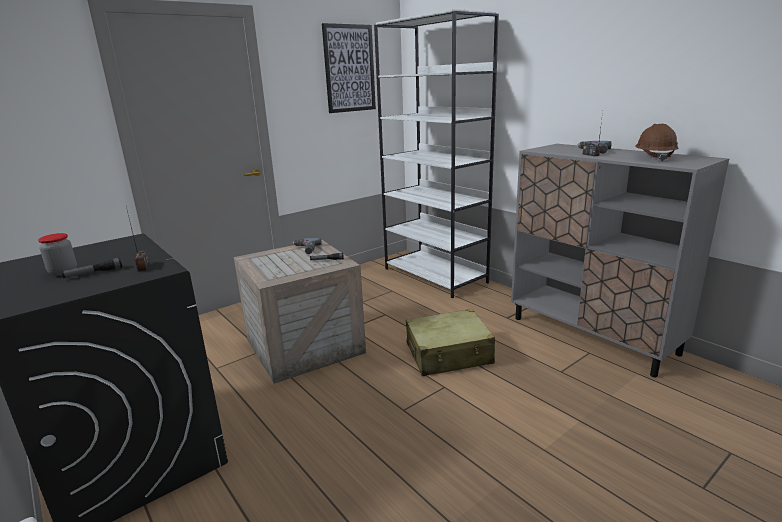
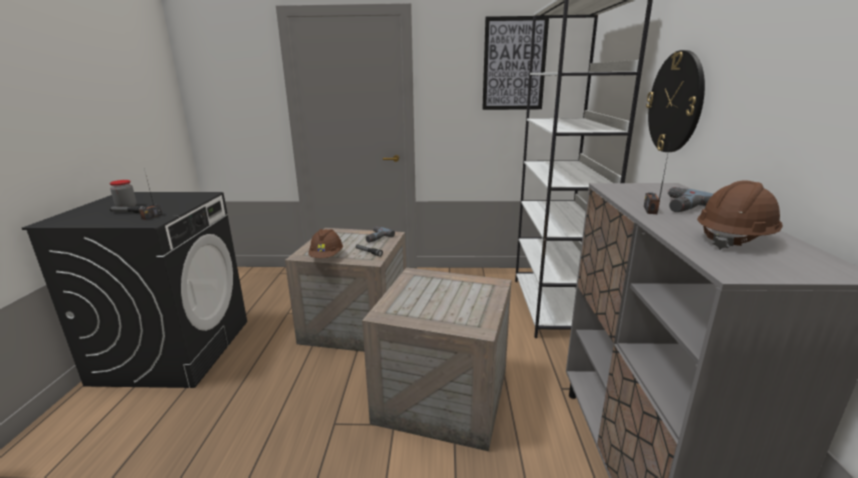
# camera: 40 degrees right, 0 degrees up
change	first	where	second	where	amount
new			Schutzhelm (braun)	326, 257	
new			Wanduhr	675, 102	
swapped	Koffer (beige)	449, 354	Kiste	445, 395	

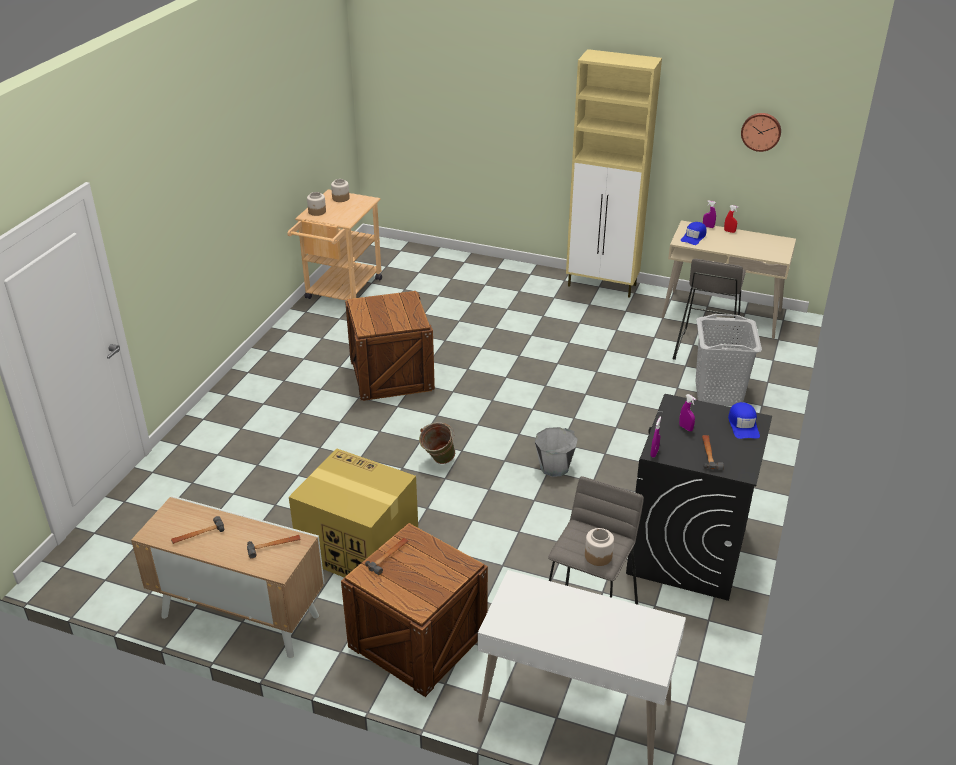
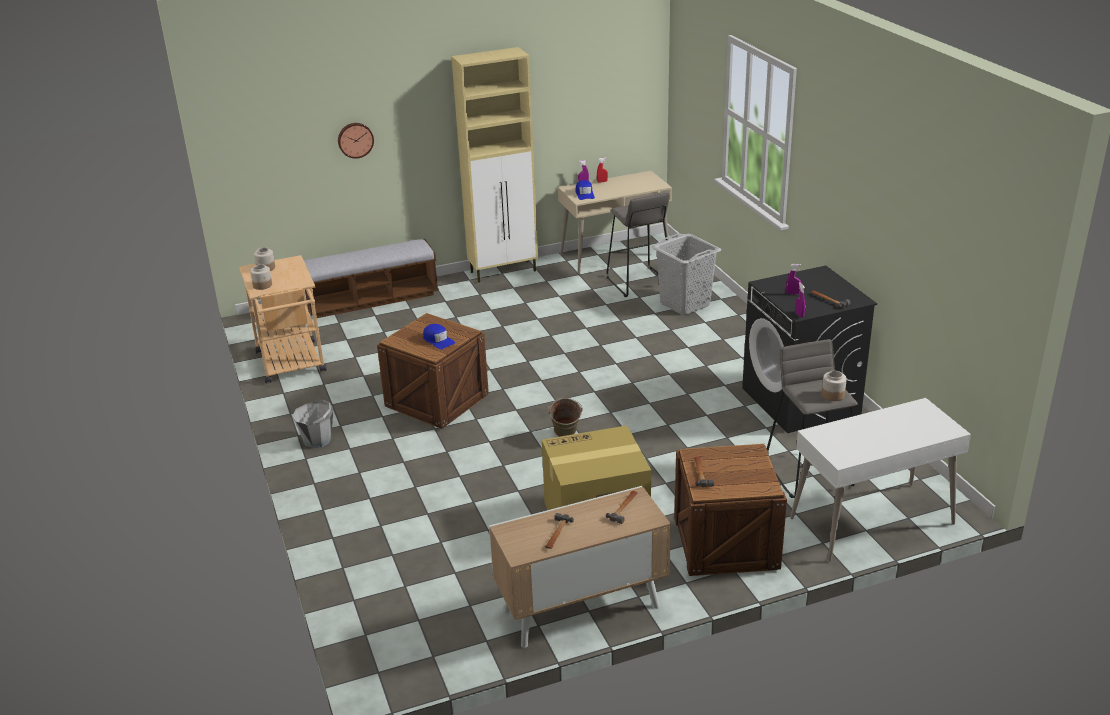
# camera: 40 degrees left, 5 degrees down
change	first	where	second	where	amount
new			Bank	372, 299	
shifted	Eimer (grau)	554, 467		317, 440	
shifted	Kappe (blau)	743, 425		438, 340	
shifted	Wanduhr	761, 131		355, 140	

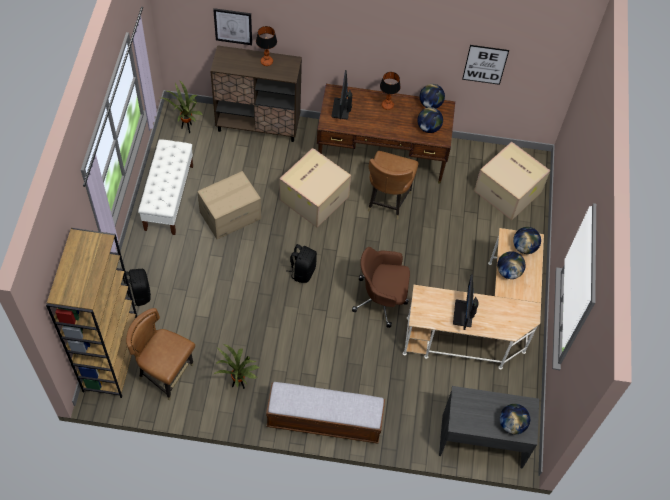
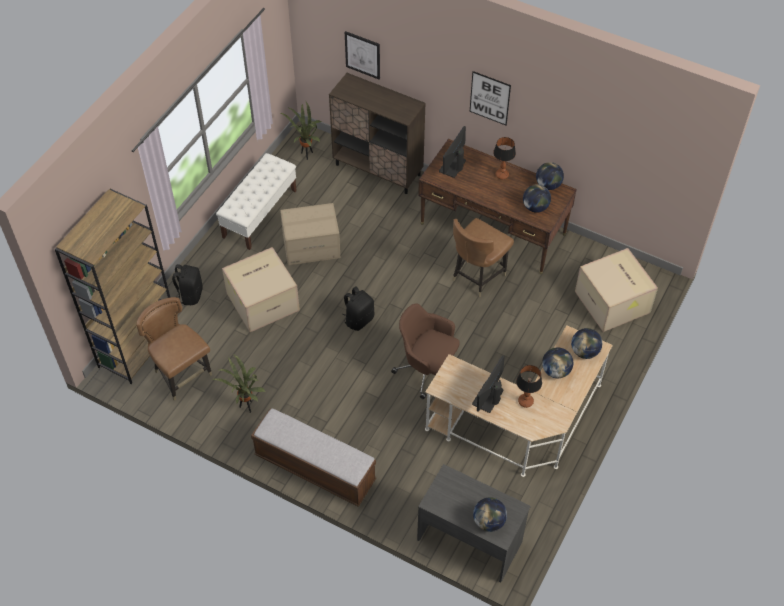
# camera: 25 degrees right, 5 degrees down
change	first	where	second	where	amount
shifted	Tischlampe	266, 62		525, 401	
shifted	Karton	314, 197		263, 300	
shifted	Bild	485, 64		490, 98	

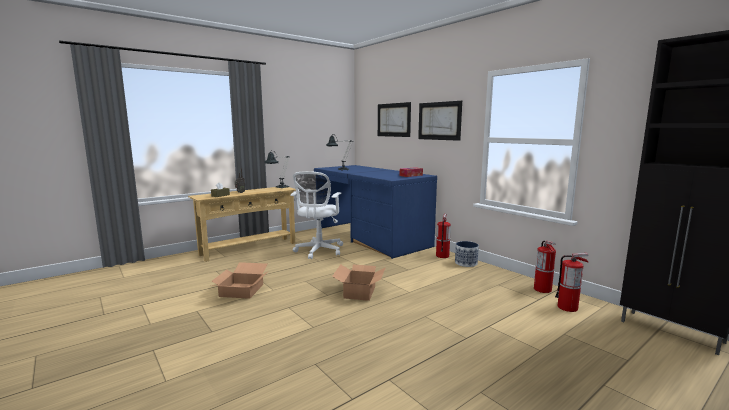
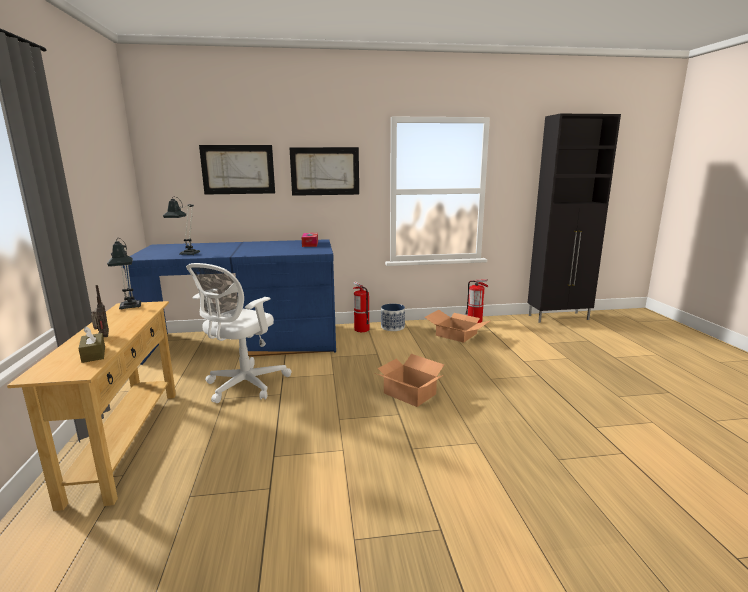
# camera: 60 degrees left, 5 degrees up
change	first	where	second	where	amount
gone	Feuerlöscher	567, 307			
shifted	Karton	242, 290		457, 334	
rotated	Bürostuhl (weiß)	318, 251		243, 386	75 degrees clockwise

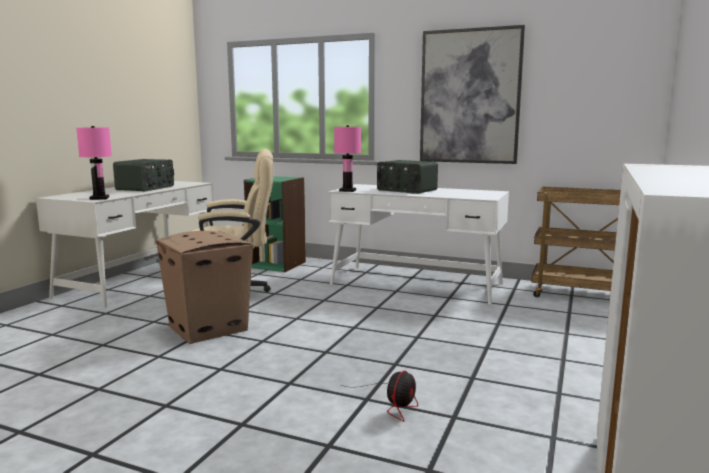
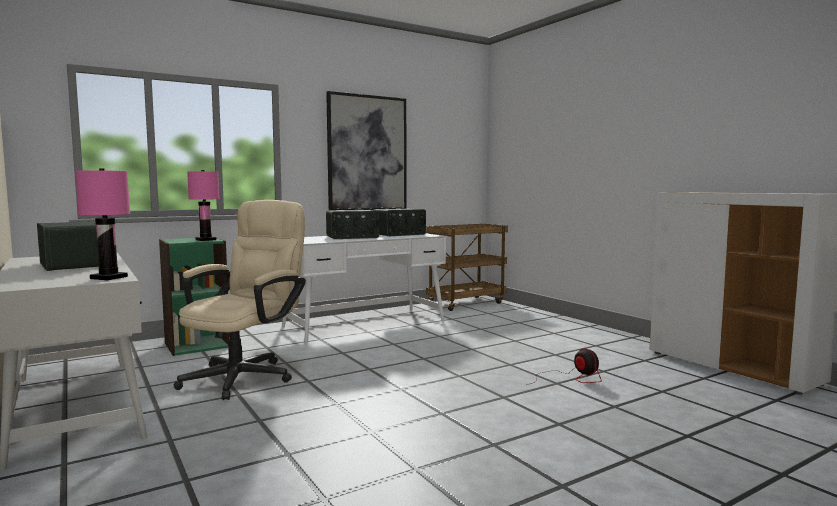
# camera: 55 degrees left, 5 degrees down
change	first	where	second	where	amount
gone	Karton	208, 328			
new			Radio	399, 234	
shifted	Tischlampe (rosa)	347, 190		205, 240	

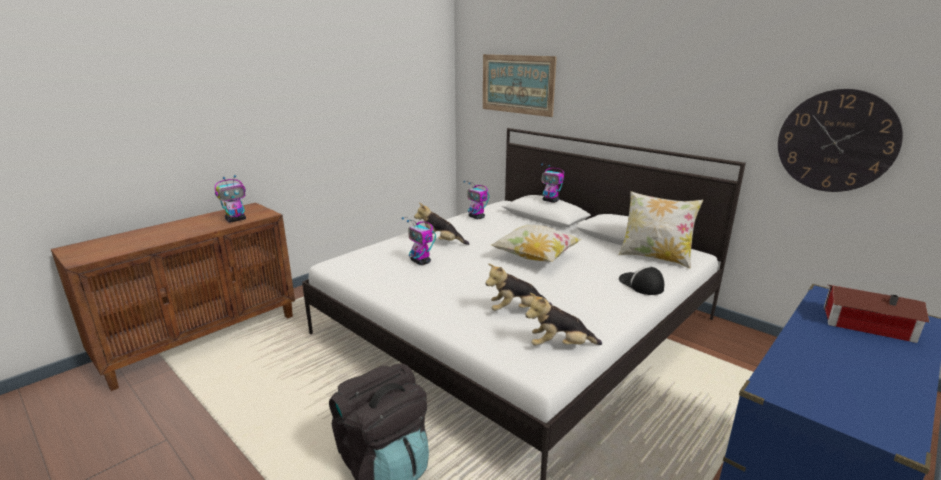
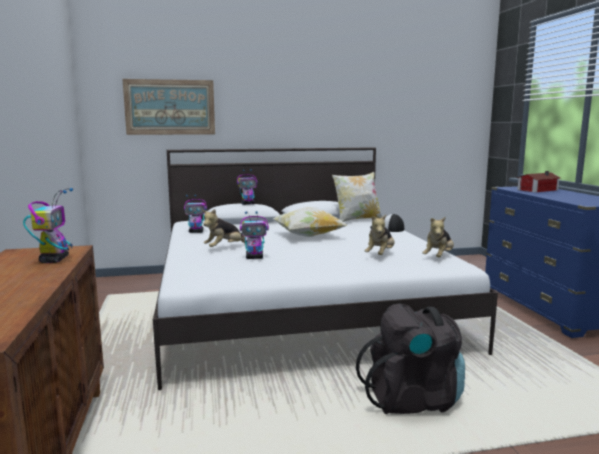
# camera: 55 degrees left, 10 degrees down
change	first	where	second	where	amount
gone	Wanduhr	836, 141			

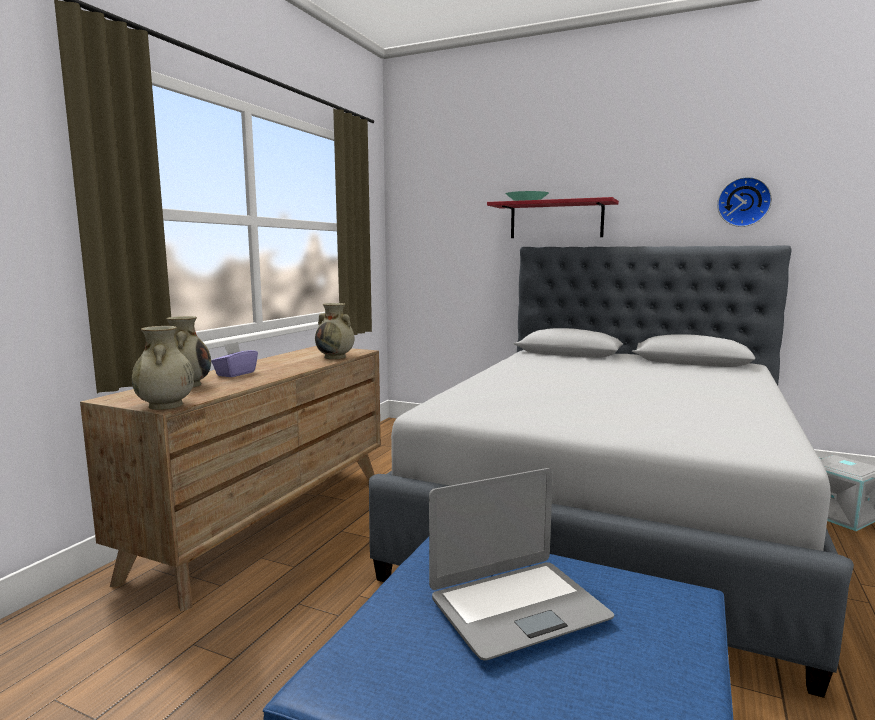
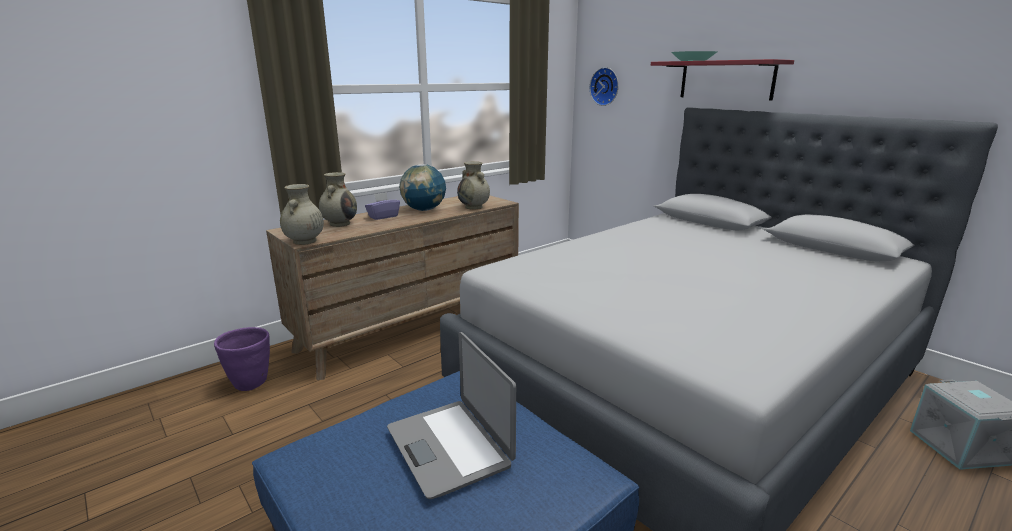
# camera: 25 degrees right, 10 degrees up
change	first	where	second	where	amount
new			Pflanzkübel (lila)	251, 383	
new			Globus	424, 210	
shifted	Wanduhr	743, 202		605, 86	
rotated	Laptop	517, 607		450, 446	60 degrees clockwise

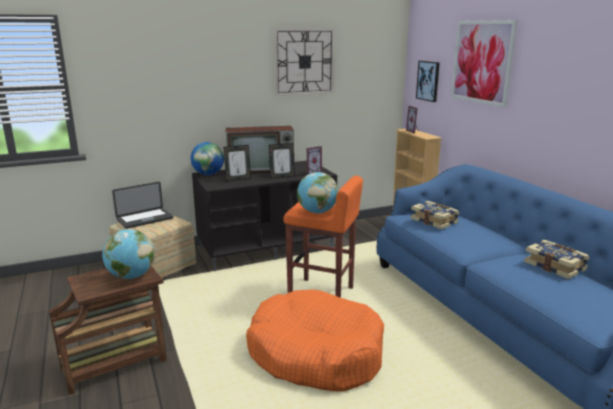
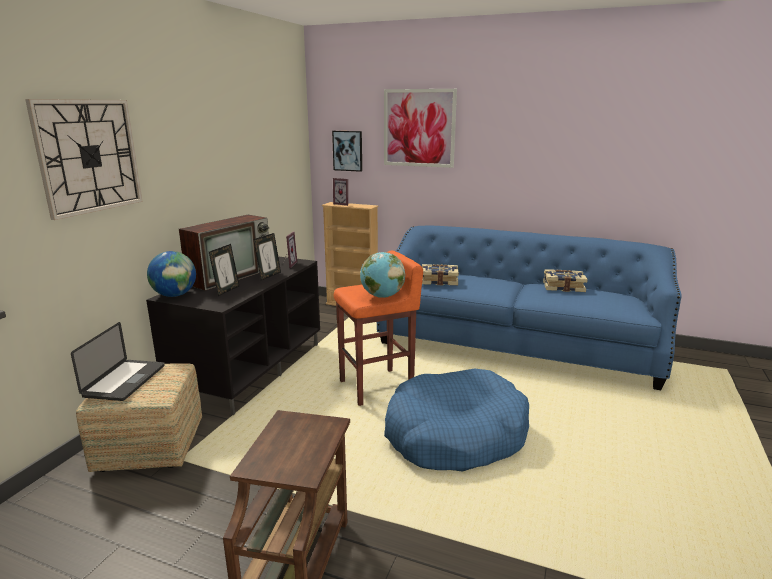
# camera: 45 degrees left, 0 degrees up
change	first	where	second	where	amount
gone	Globus	131, 276			
shifted	Wanduhr	304, 61		89, 156	
repainted	Hundebett (orange)	315, 353	Hundebett (blau)	455, 435	

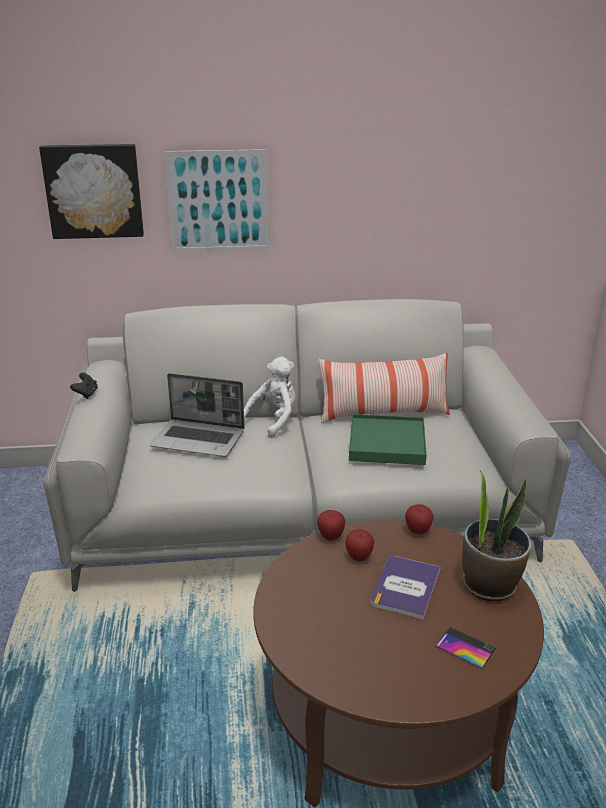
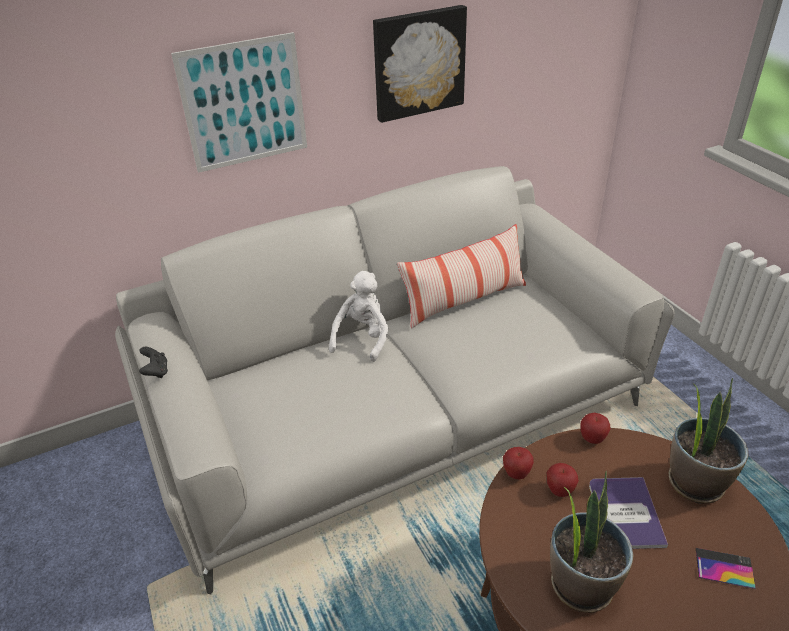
# camera: 20 degrees left, 10 degrees up
change	first	where	second	where	amount
gone	Laptop	199, 439			
gone	Tablett (grün)	387, 443			
new			Topfpflanze	581, 584	
shifted	Bild	94, 191		418, 63	

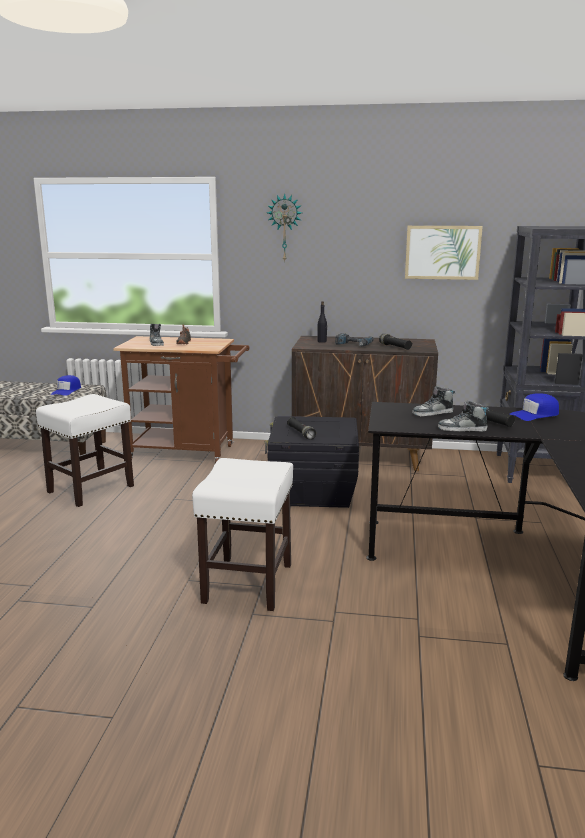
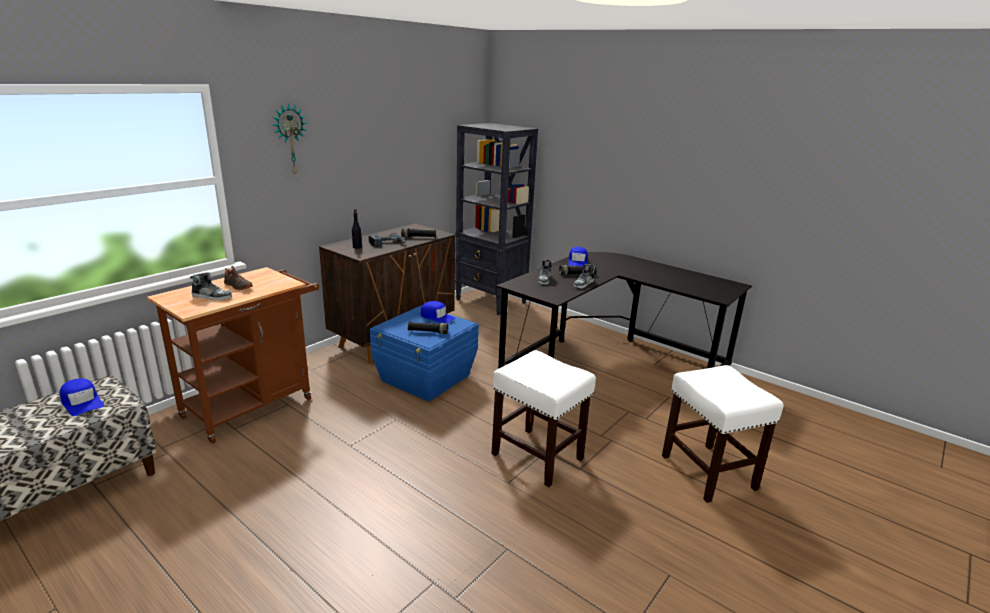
# camera: 60 degrees left, 5 degrees up
change	first	where	second	where	amount
gone	Bild	442, 252			
new			Kappe (blau)	437, 317	
shifted	Hocker (weiß)	91, 488		707, 471	
repainted	Aufbewahrungsbox (schwarz)	312, 492	Aufbewahrungsbox (blau)	425, 379	

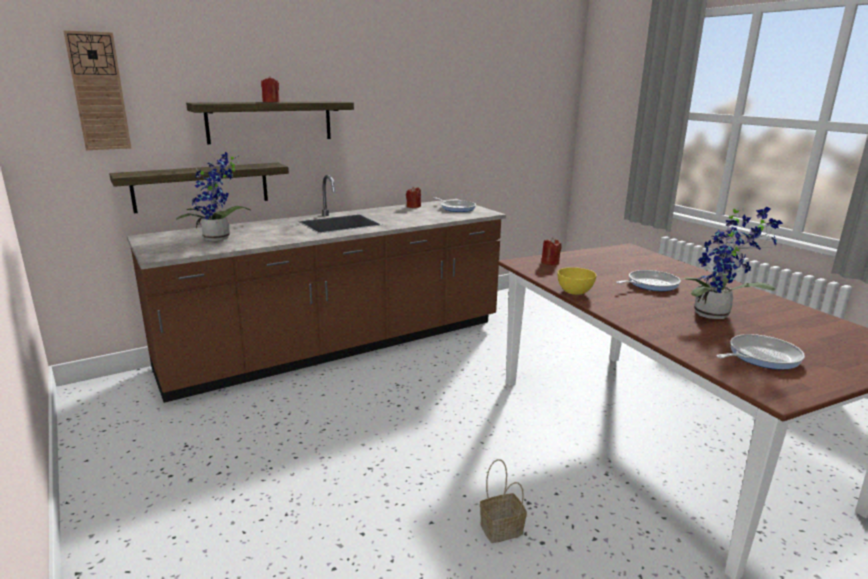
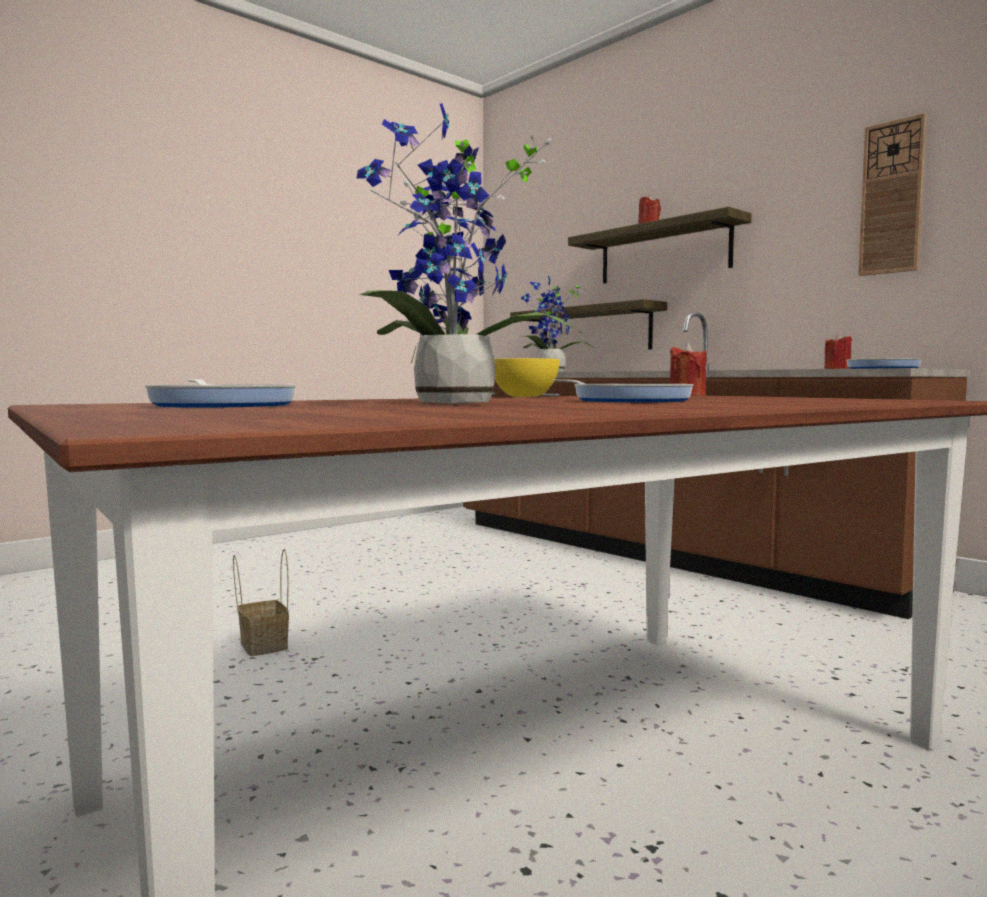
# camera: 80 degrees right, 15 degrees down
change	first	where	second	where	amount
shifted	Wanduhr	99, 92		892, 198	

